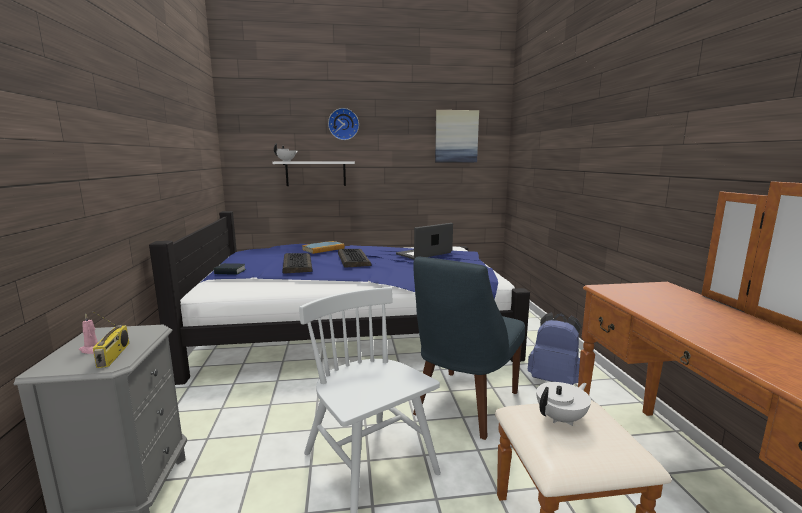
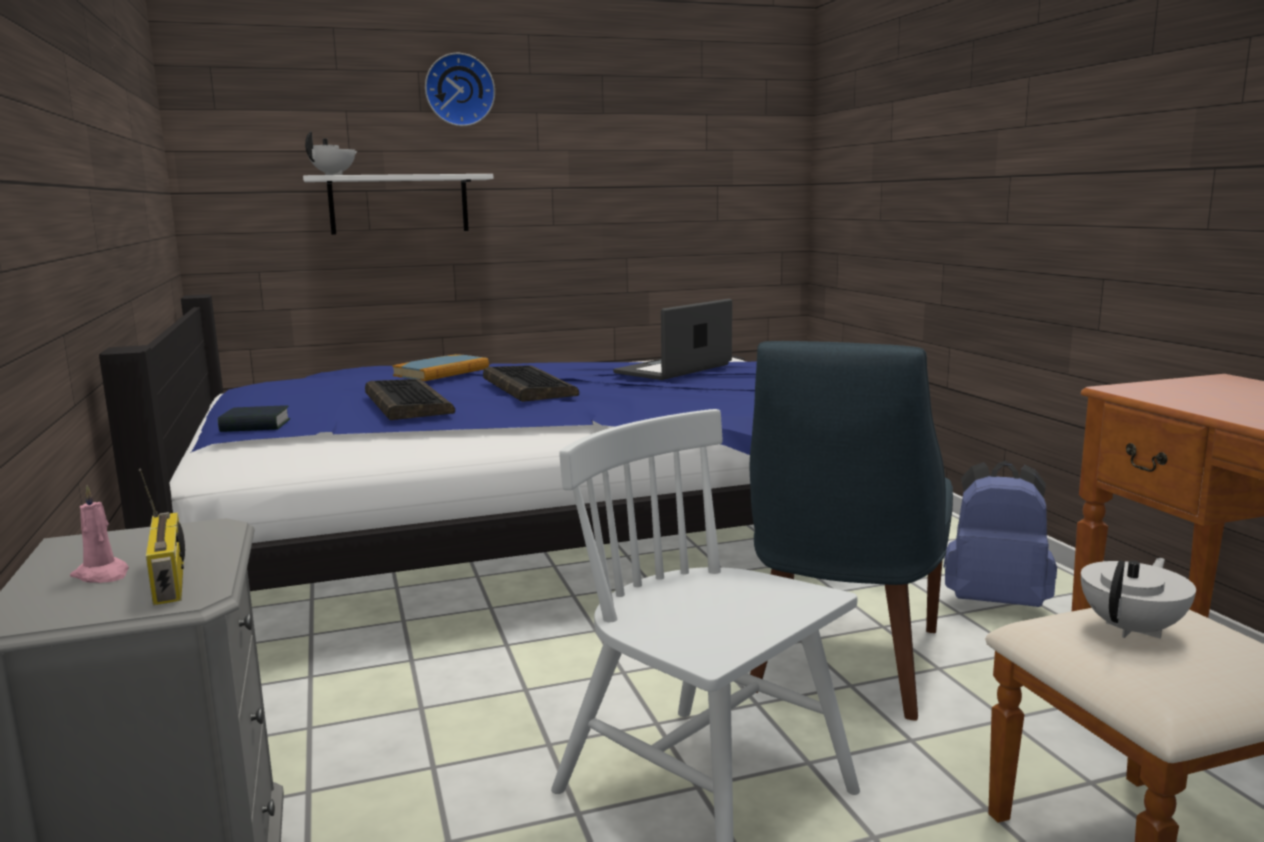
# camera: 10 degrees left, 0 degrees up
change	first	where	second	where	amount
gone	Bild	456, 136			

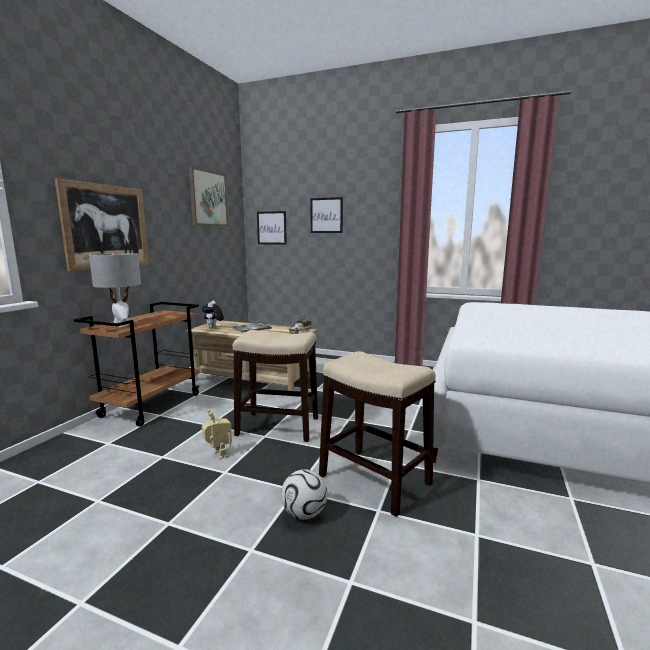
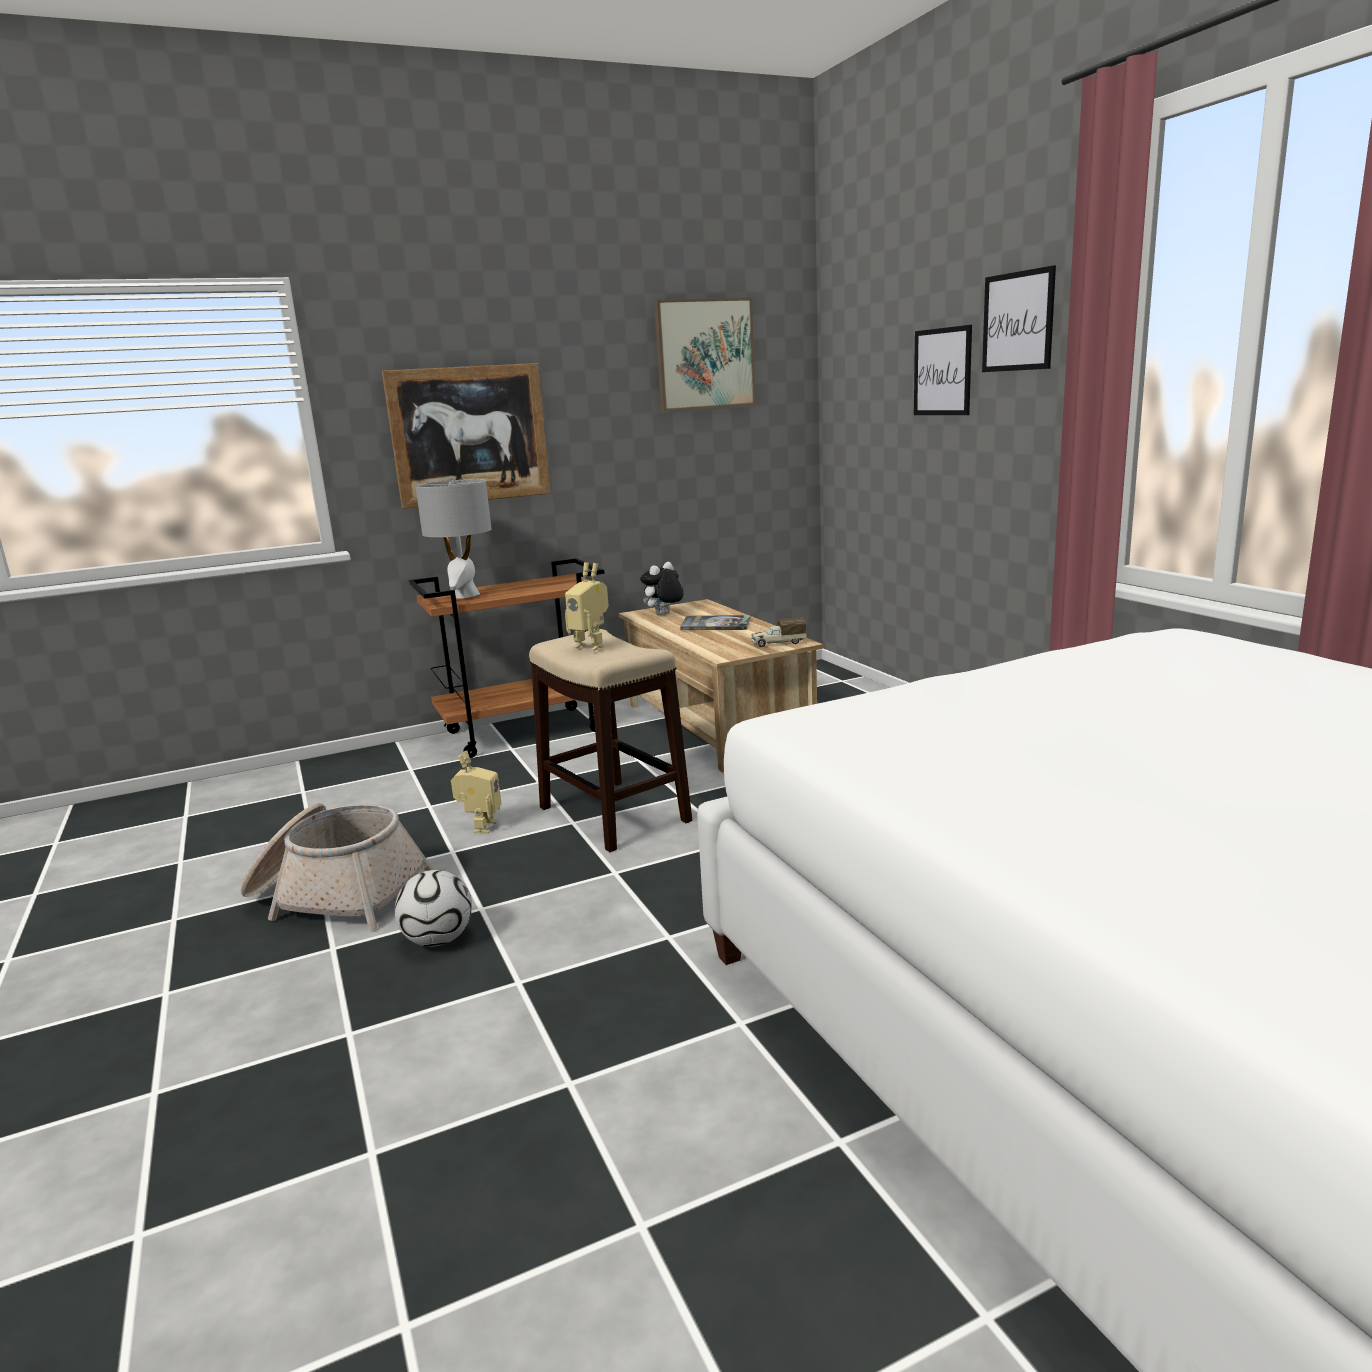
# camera: 45 degrees right, 5 degrees up
change	first	where	second	where	amount
gone	Hocker	373, 479			
new			Korb	336, 893	
new			Spielzeugroboter	591, 646	
shifted	Bild	271, 228		1018, 321	

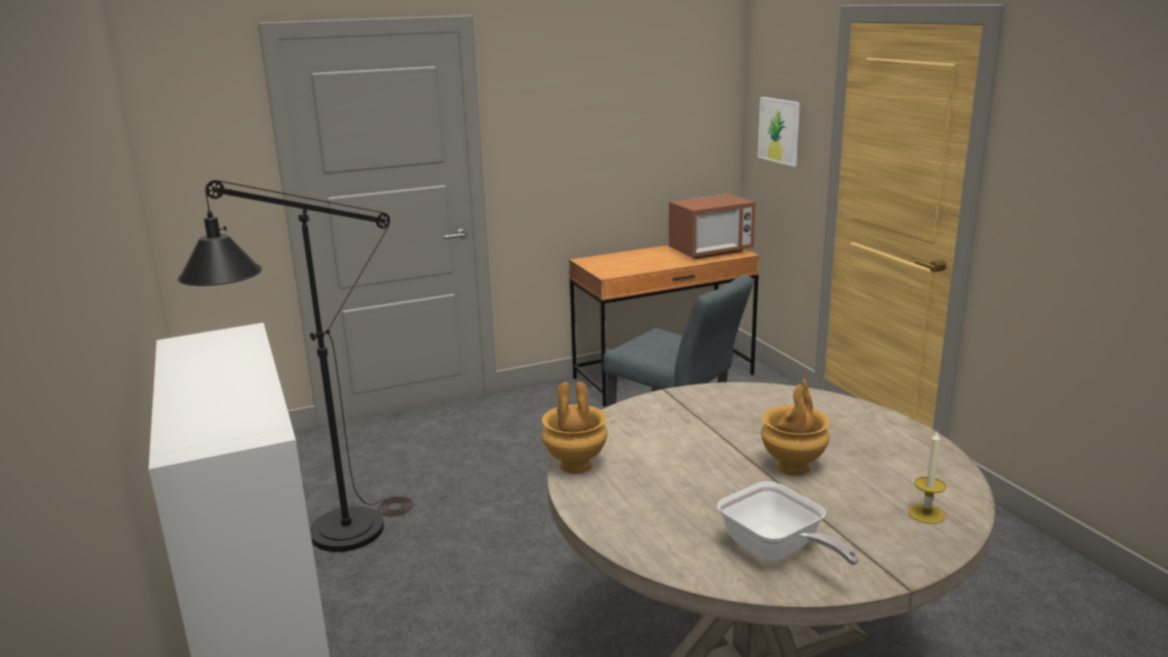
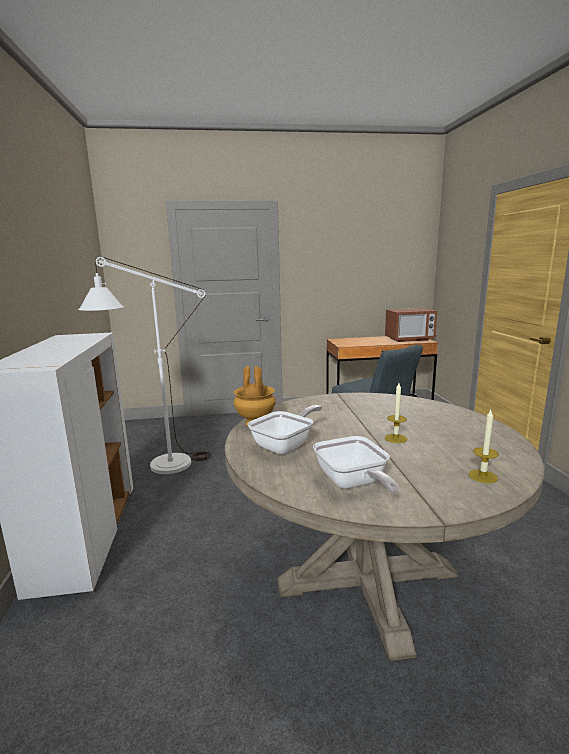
# camera: 15 degrees right, 5 degrees down
change	first	where	second	where	amount
gone	Bild	779, 130			
new			Pfanne	286, 445	
swapped	Vase (braun)	793, 467	Kerze	395, 438	
repainted	Stehlampe (schwarz)	328, 540	Stehlampe (weiß)	159, 467	

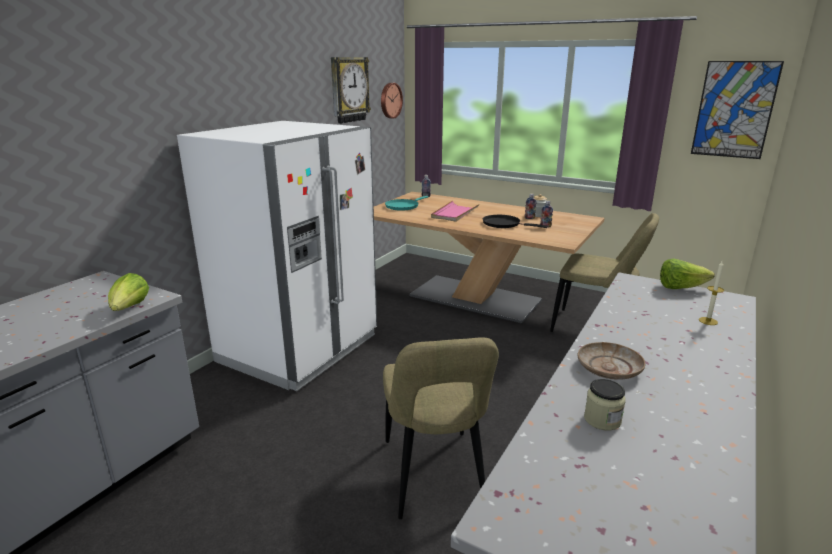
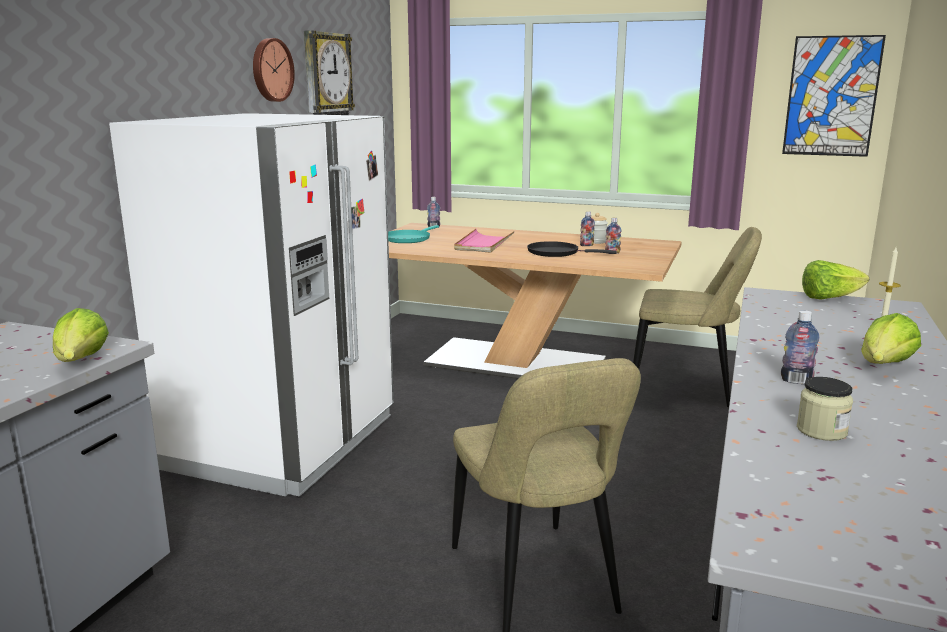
# camera: 10 degrees left, 5 degrees down
change	first	where	second	where	amount
new			Salatkopf	884, 366	
shifted	Wanduhr	390, 100		271, 70	
swapped	Teller (beige)	609, 368	Flasche	796, 381	

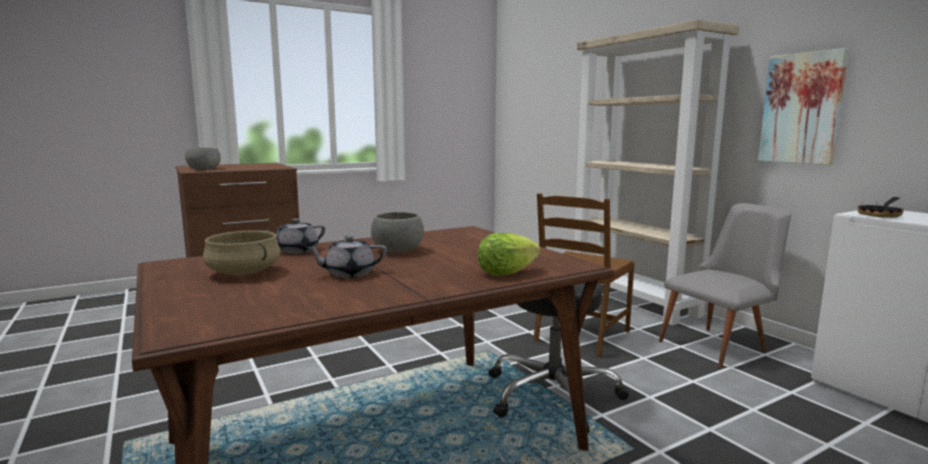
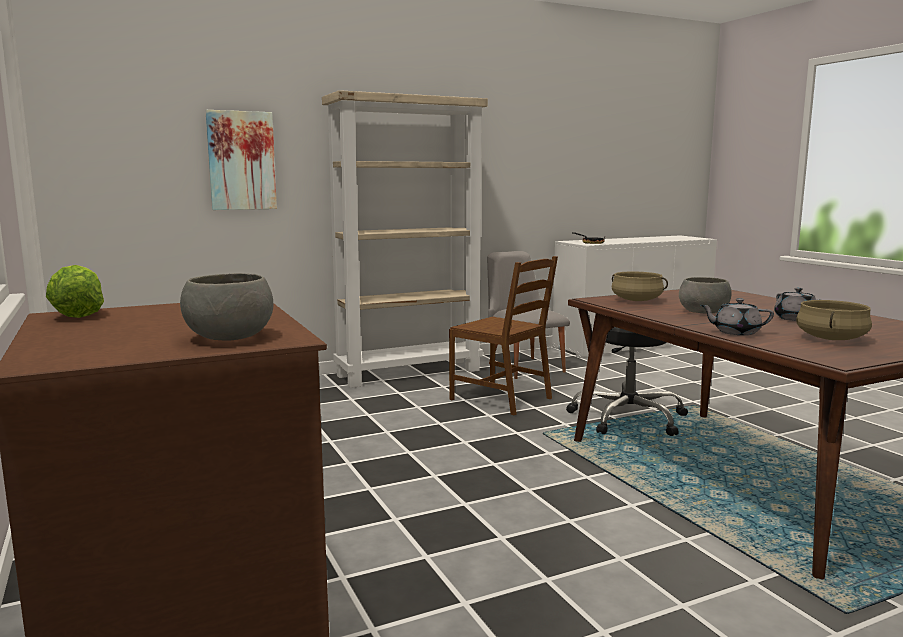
# camera: 85 degrees left, 0 degrees up
change	first	where	second	where	amount
new			Kochtopf (beige)	637, 300	
shifted	Salatkopf	506, 273		78, 314	
shifted	Bild	802, 108		241, 160	
rotated	Teekanne (grau)	296, 251		735, 332	135 degrees clockwise

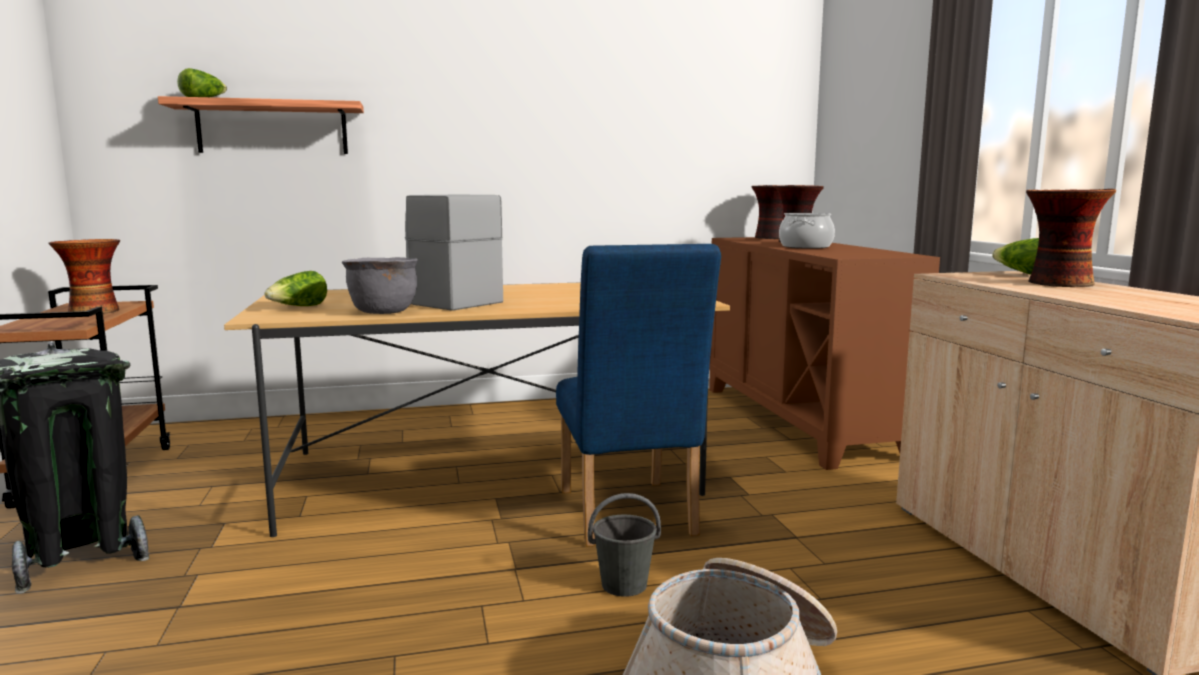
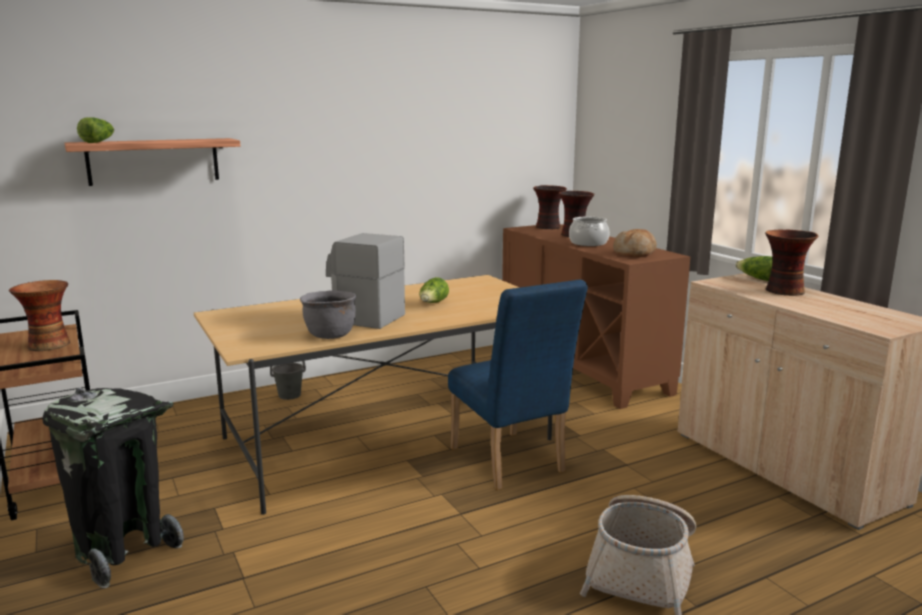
# camera: 15 degrees left, 5 degrees up
change	first	where	second	where	amount
new			Brot	634, 253	
shifted	Salatkopf	299, 307		433, 303	
shifted	Eimer (grau)	625, 585		290, 395	

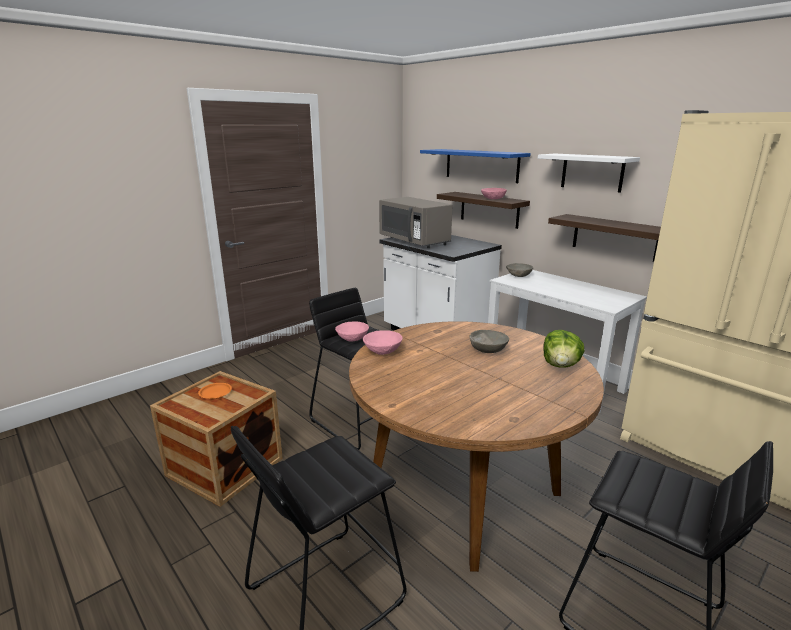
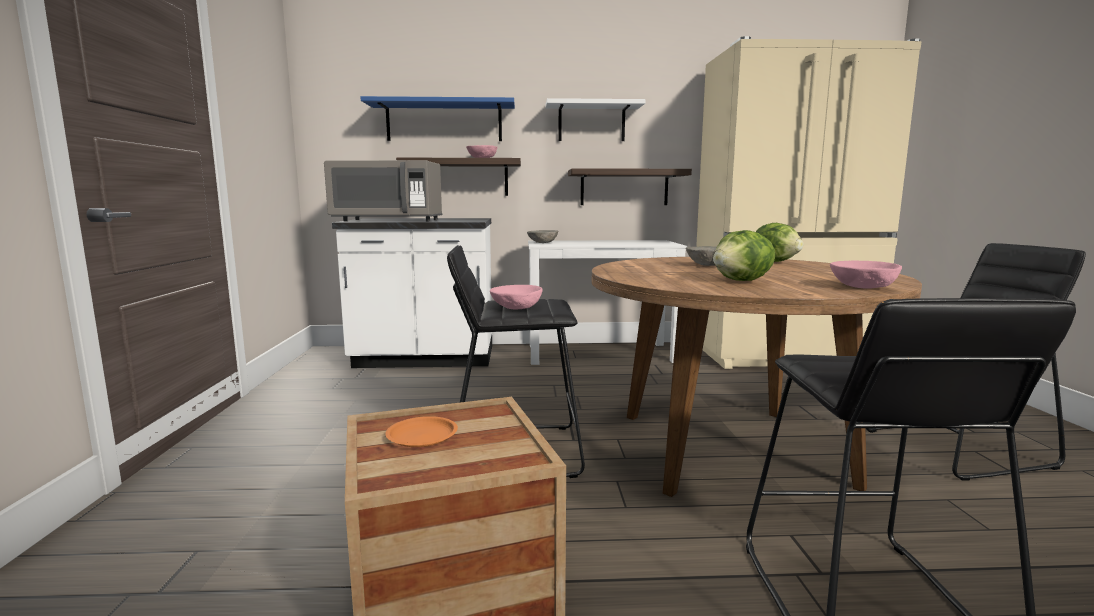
# camera: 50 degrees left, 10 degrees down
change	first	where	second	where	amount
new			Salatkopf	742, 281	
shifted	Schüssel (rosa)	383, 351		863, 287	

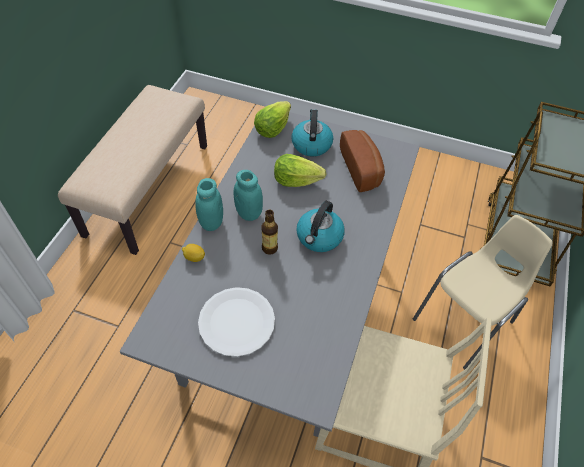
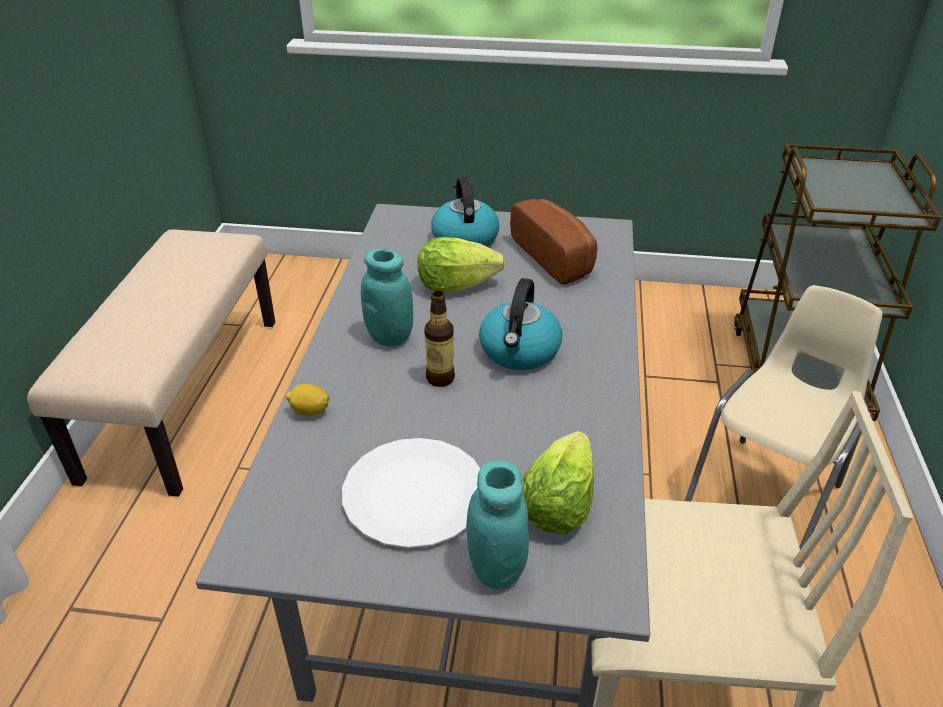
# camera: 10 degrees left, 15 degrees down
change	first	where	second	where	amount
shifted	Vorratsglas (türkis)	211, 222		496, 568	
shifted	Salatkopf	272, 129		557, 505	

